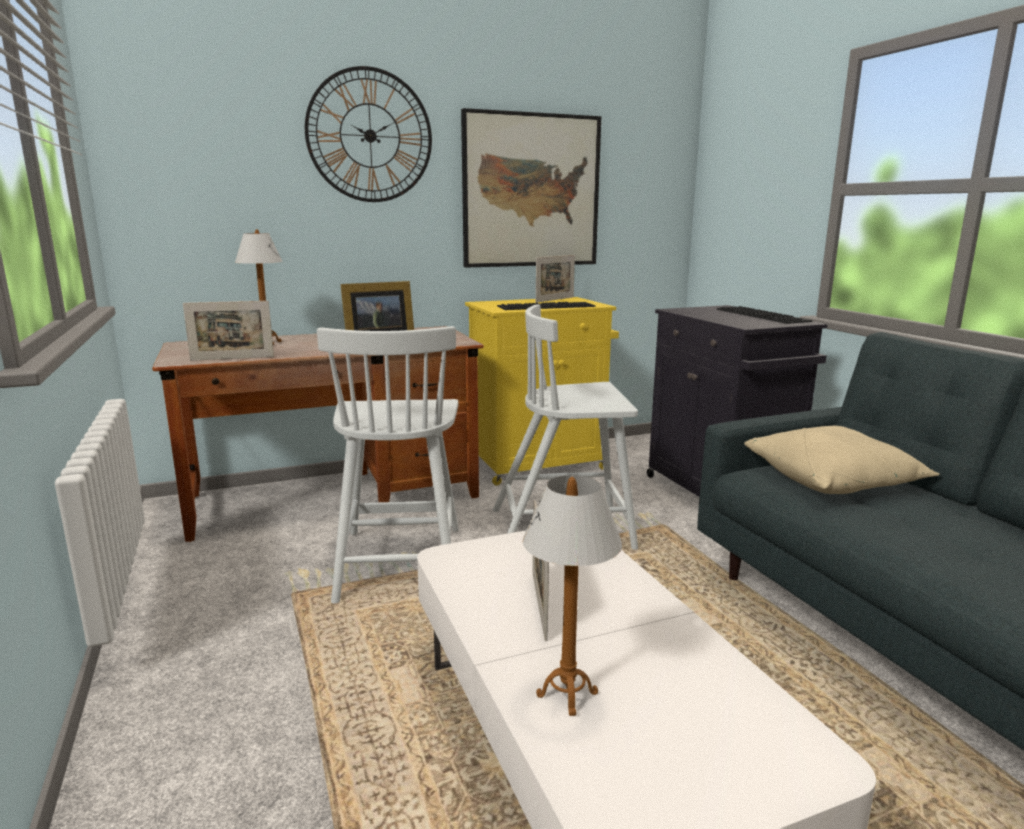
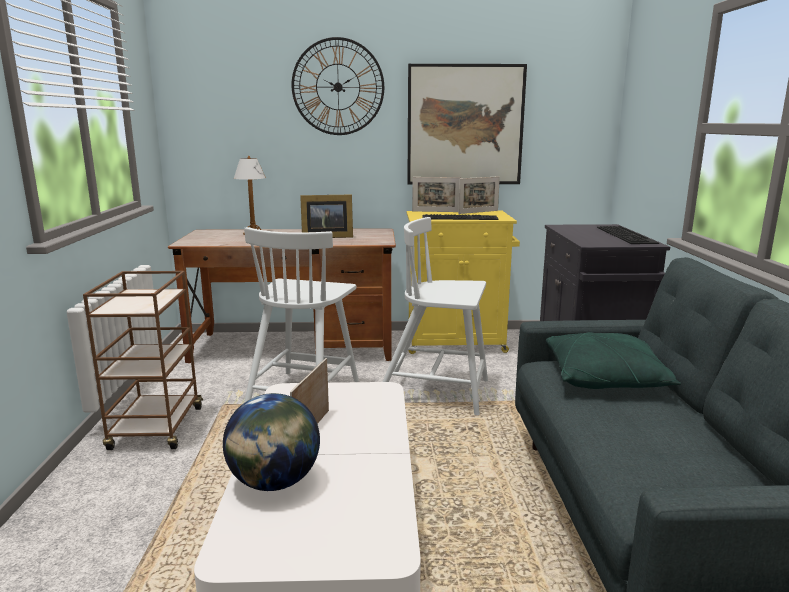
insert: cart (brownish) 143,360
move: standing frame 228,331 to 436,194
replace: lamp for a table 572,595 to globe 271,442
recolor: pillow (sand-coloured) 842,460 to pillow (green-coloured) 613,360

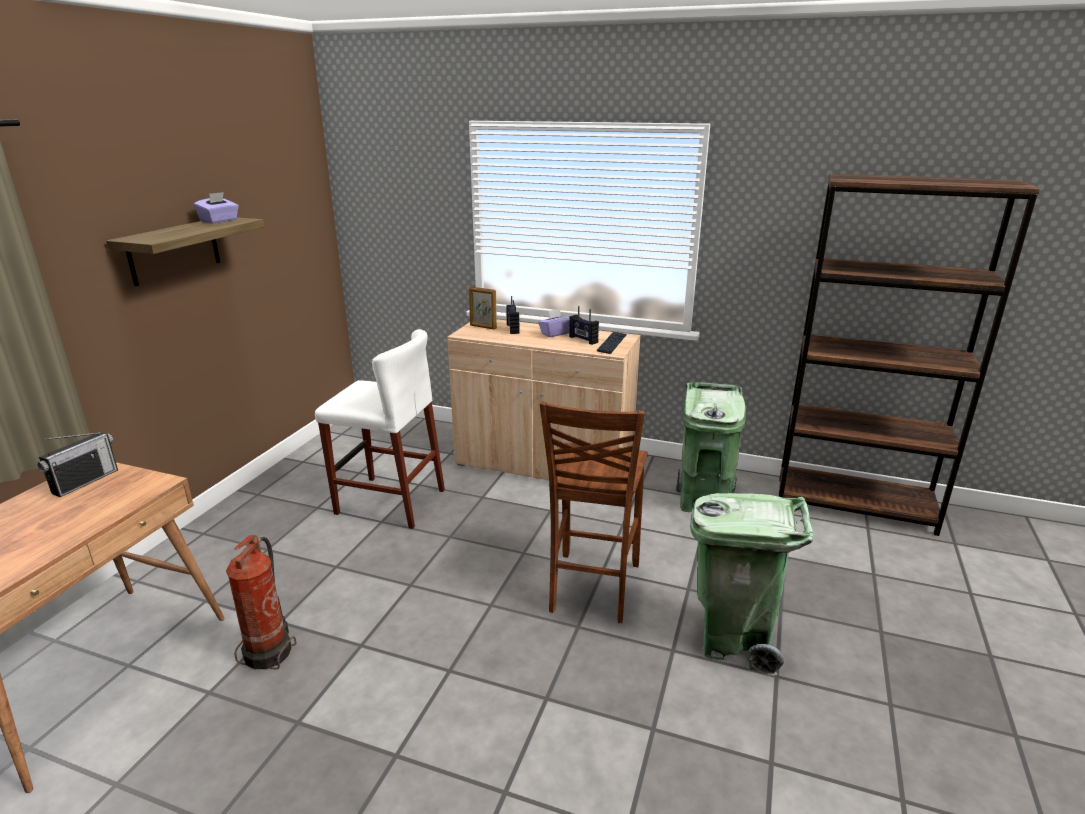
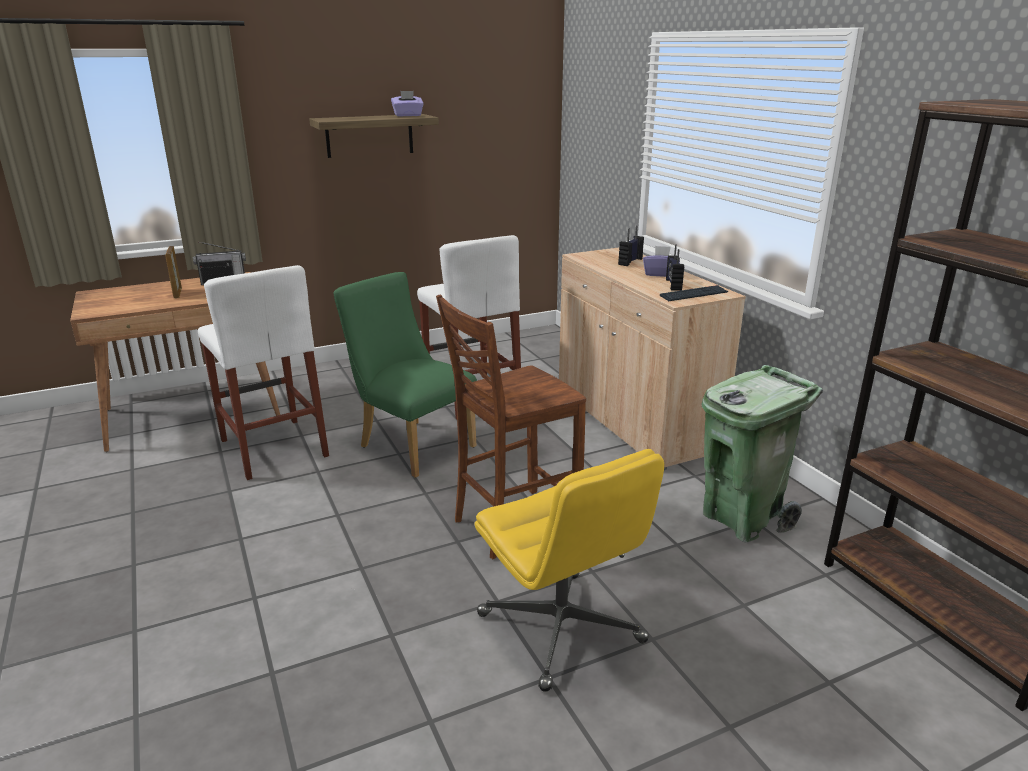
insert: plain chair (green-coloured) 405,375
move: standing frame 483,308 to 173,272
replace: extinguisher 261,602 to stool seat (white) 263,372; waste bin (green-coloured) 751,584 to computer chair (yellow) 569,570

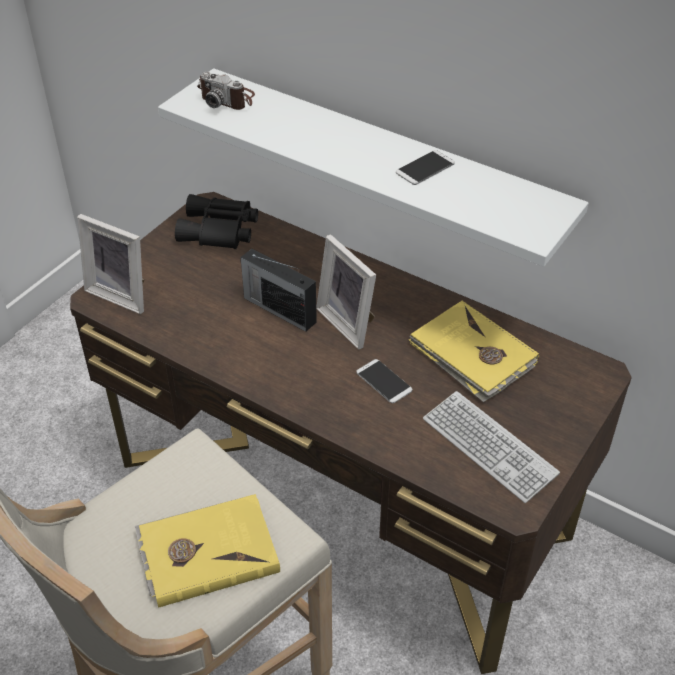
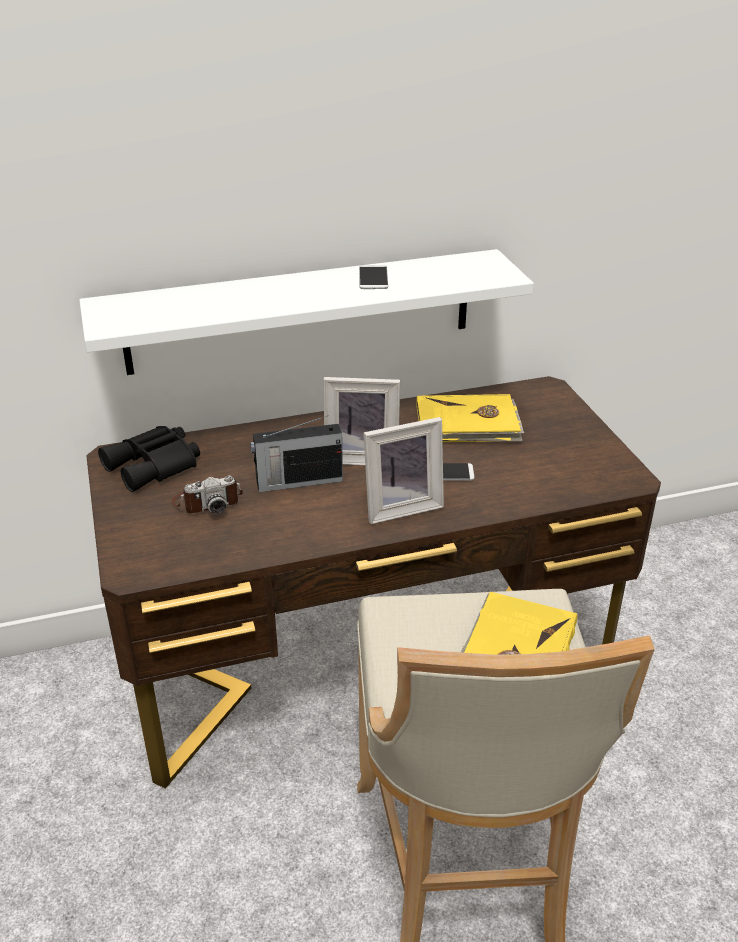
delete: computer keyboard 491,447
move: photo camera 226,91 to 207,495; standing frame 110,264 to 403,470

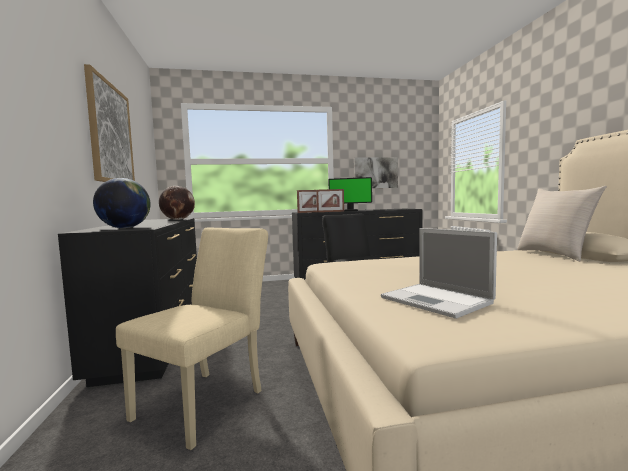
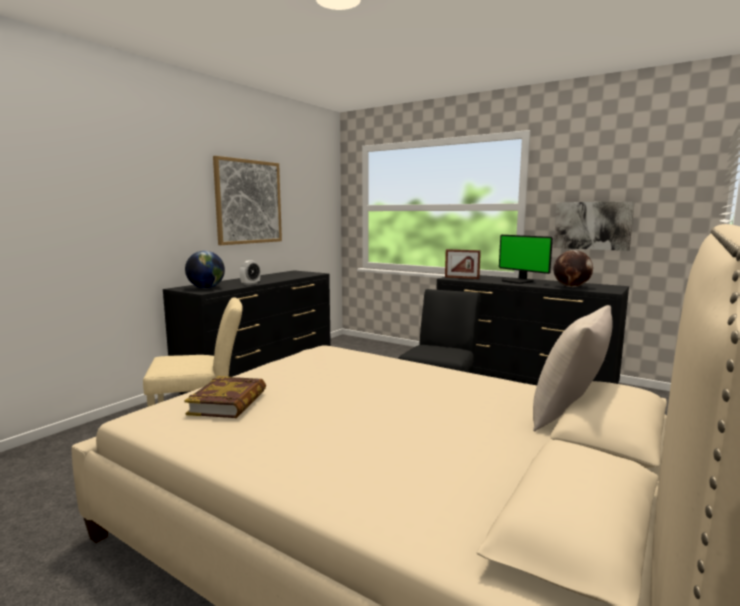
delete: standing frame 330,200
insert: alarm clock 250,272
move: globe 177,203 to 573,268
replace: laptop 439,273 to book 225,397

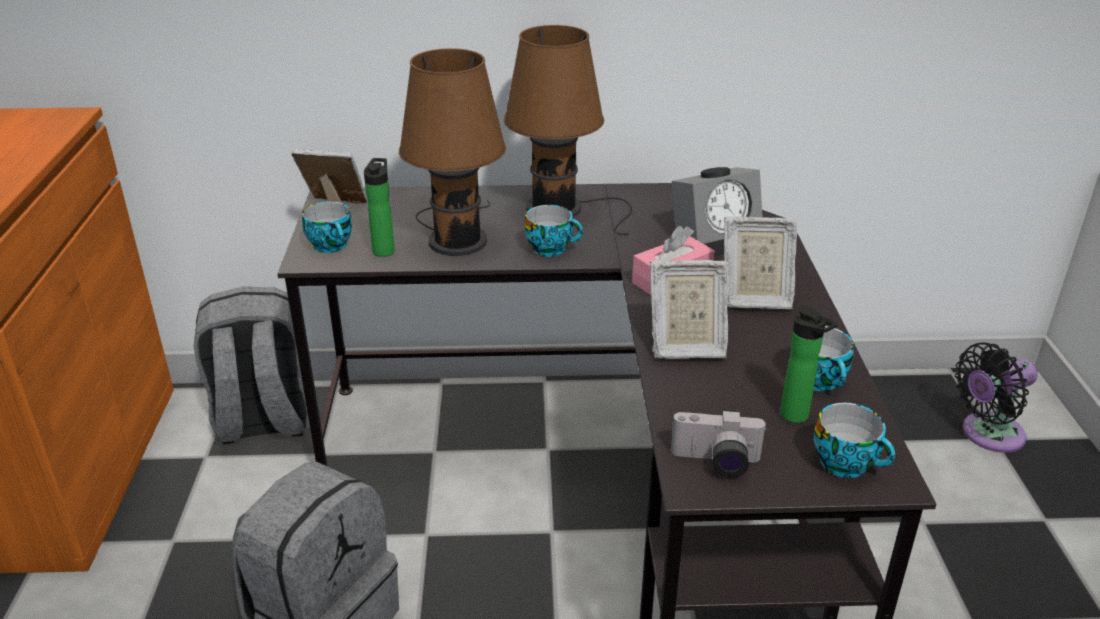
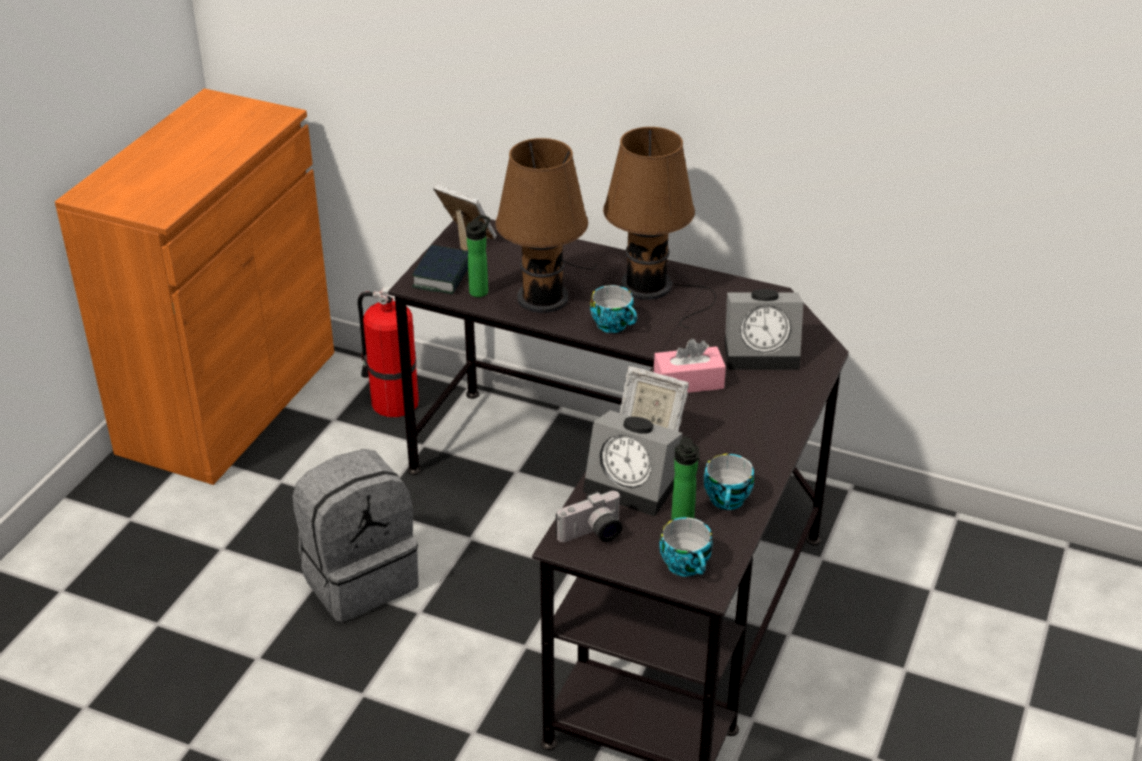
delete: standing frame 760,262; fan (blackish) 996,398
insert: alarm clock 633,463
replace: backpack (greyish) 252,365 to extinguisher 388,352; cup 327,227 to book 440,269
rotate: photo camera 719,443 = 589,516 60 degrees counterclockwise

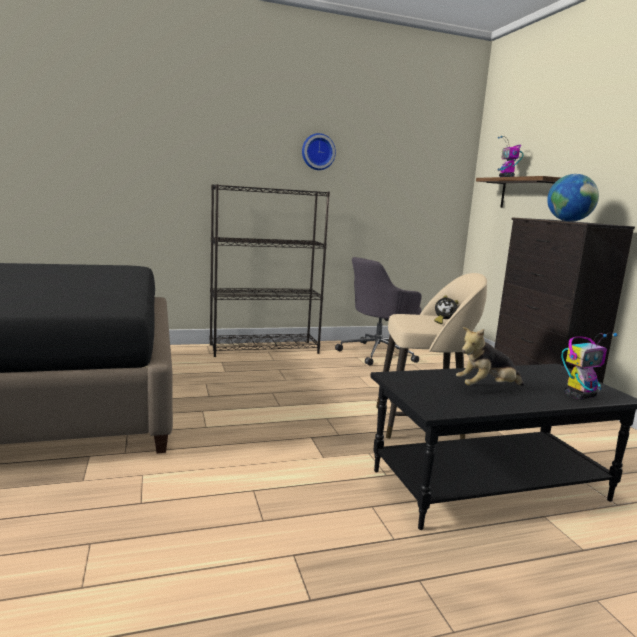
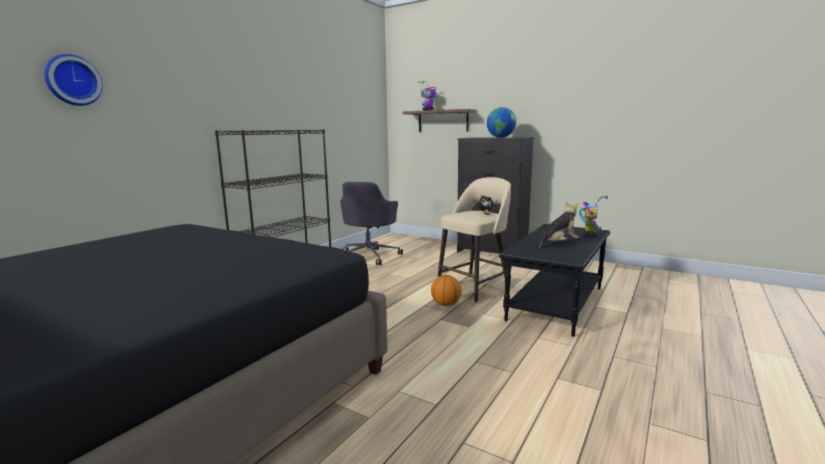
insert: basketball 446,290
move: hanging clock 319,151 to 73,80
rotate: plush toy 490,356 = 559,225 150 degrees counterclockwise

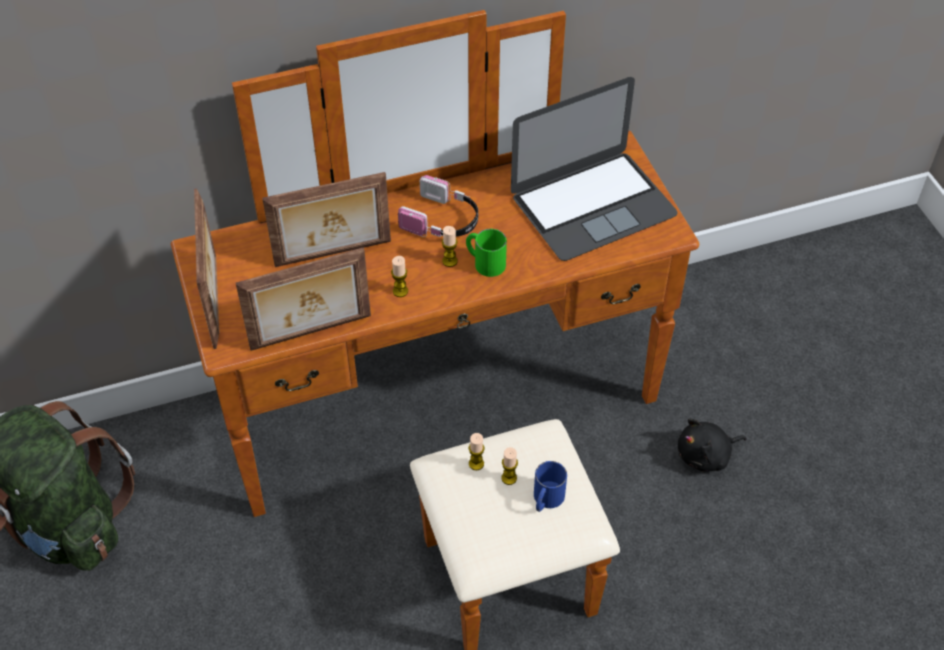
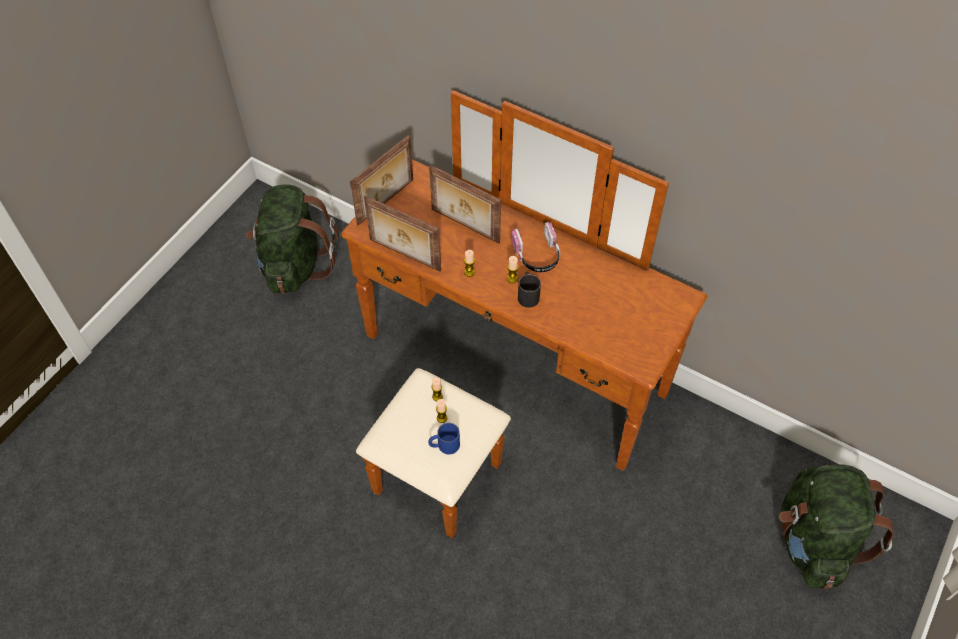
delete: laptop 594,169; plush toy (blackish) 712,445
insert: backpack (green-coloured) 836,526
recolor: tea mug (green-coloured) 486,253 to tea mug (blackish) 529,290

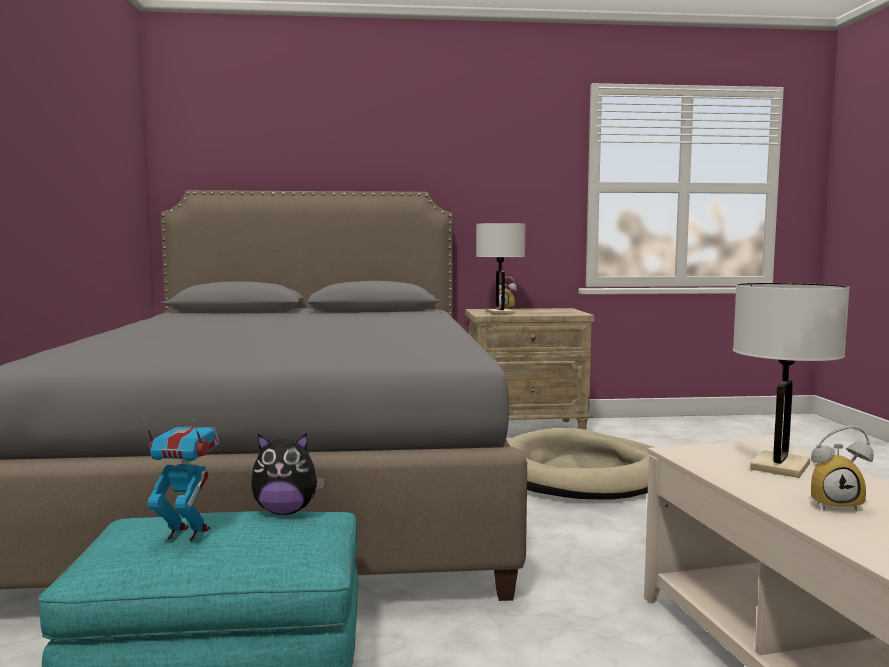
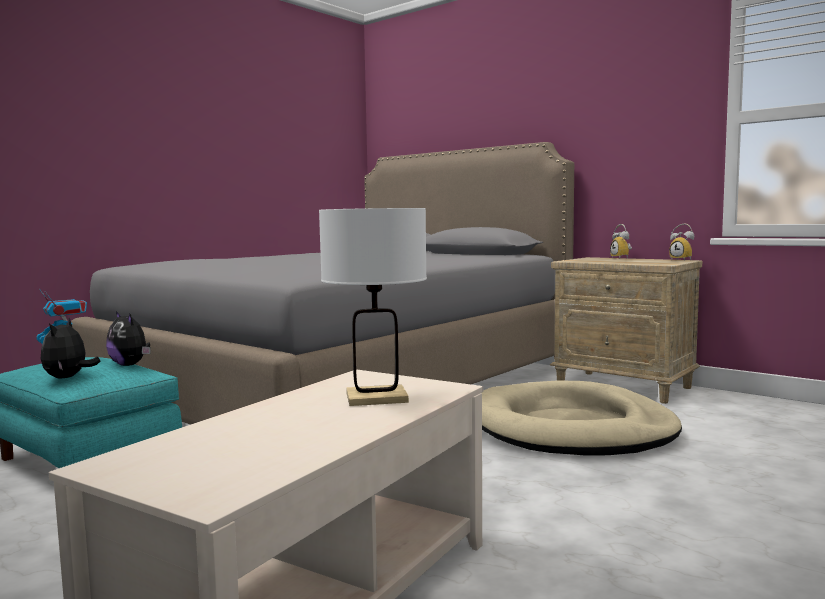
delete: lamp for a table (white) 500,268
insert: plush toy 70,348
move: alarm clock 842,468 to 681,242

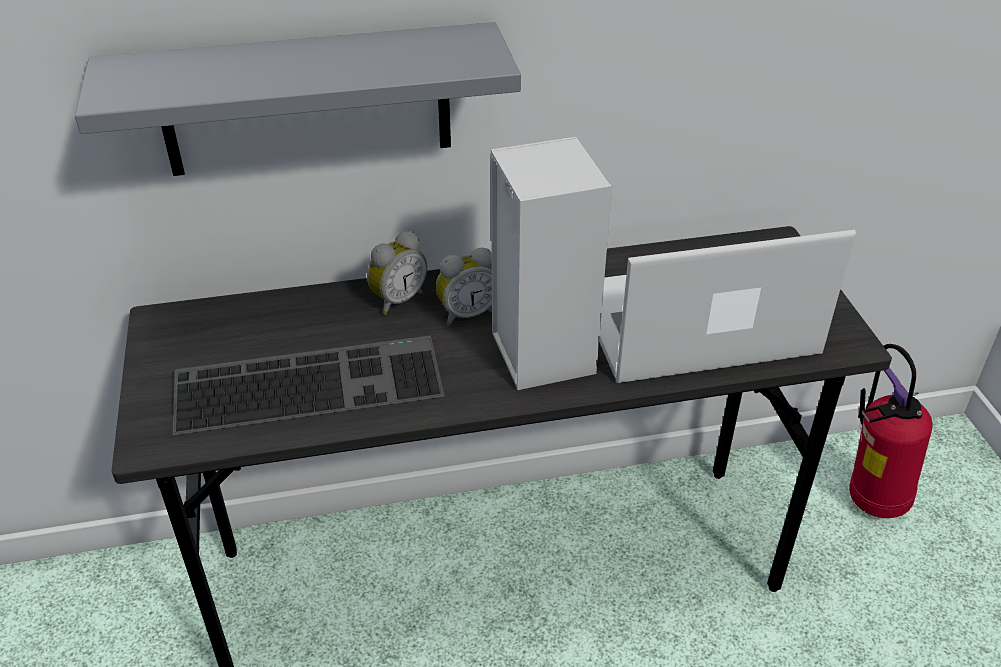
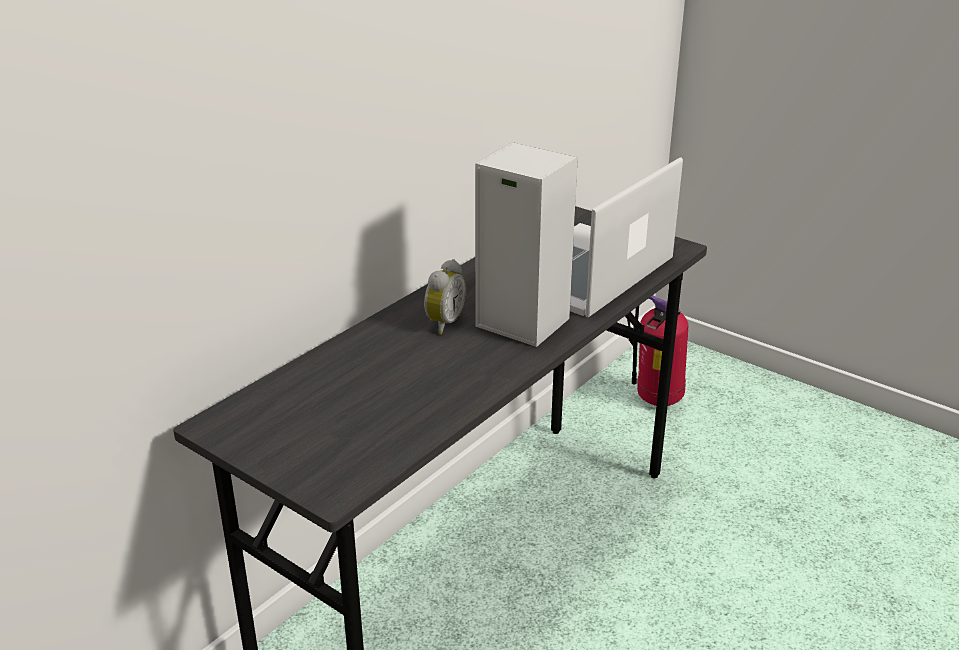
delete: bracket shelf (greyish) 298,99; computer keyboard 308,385; alarm clock 397,273

